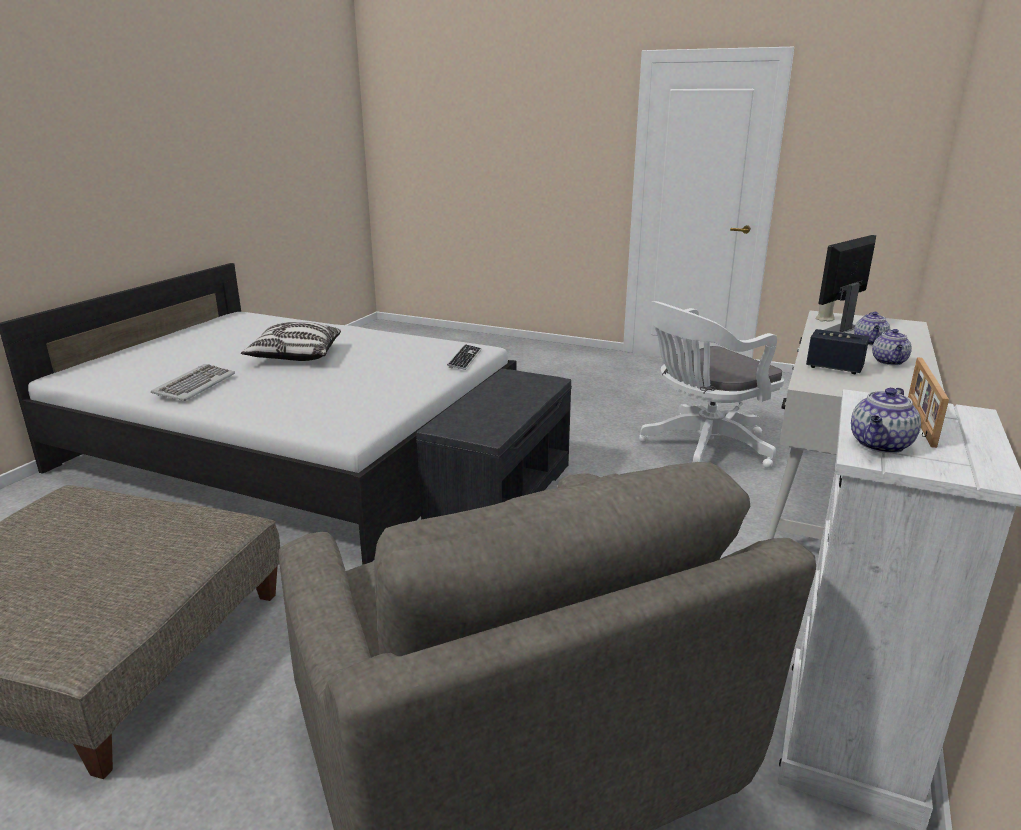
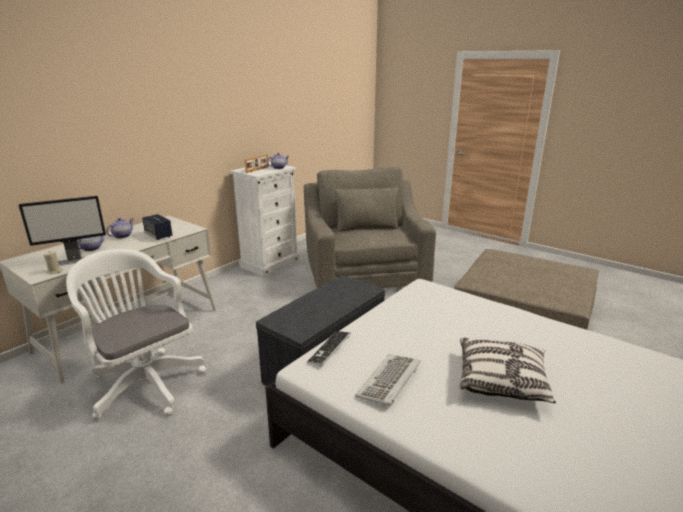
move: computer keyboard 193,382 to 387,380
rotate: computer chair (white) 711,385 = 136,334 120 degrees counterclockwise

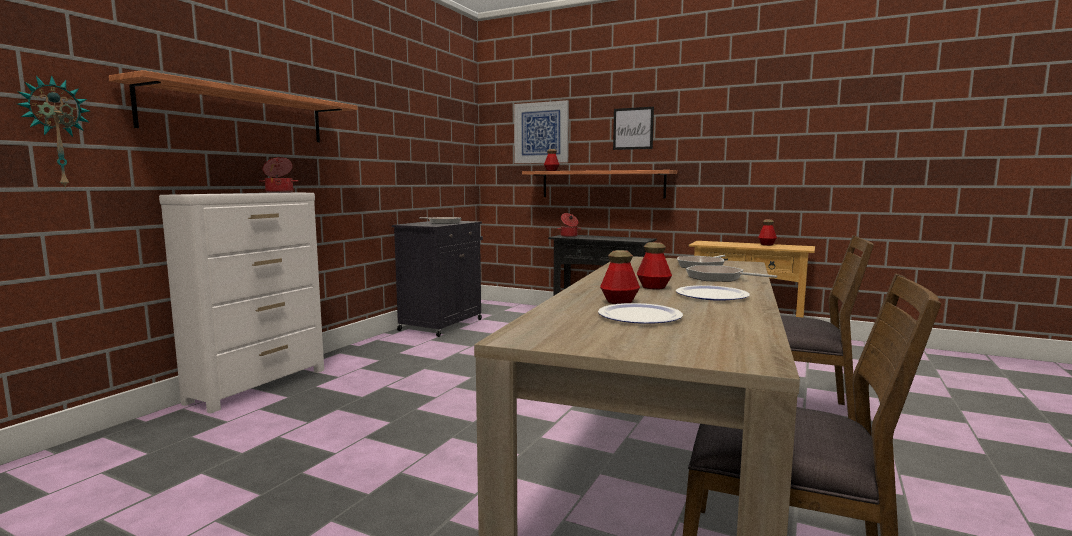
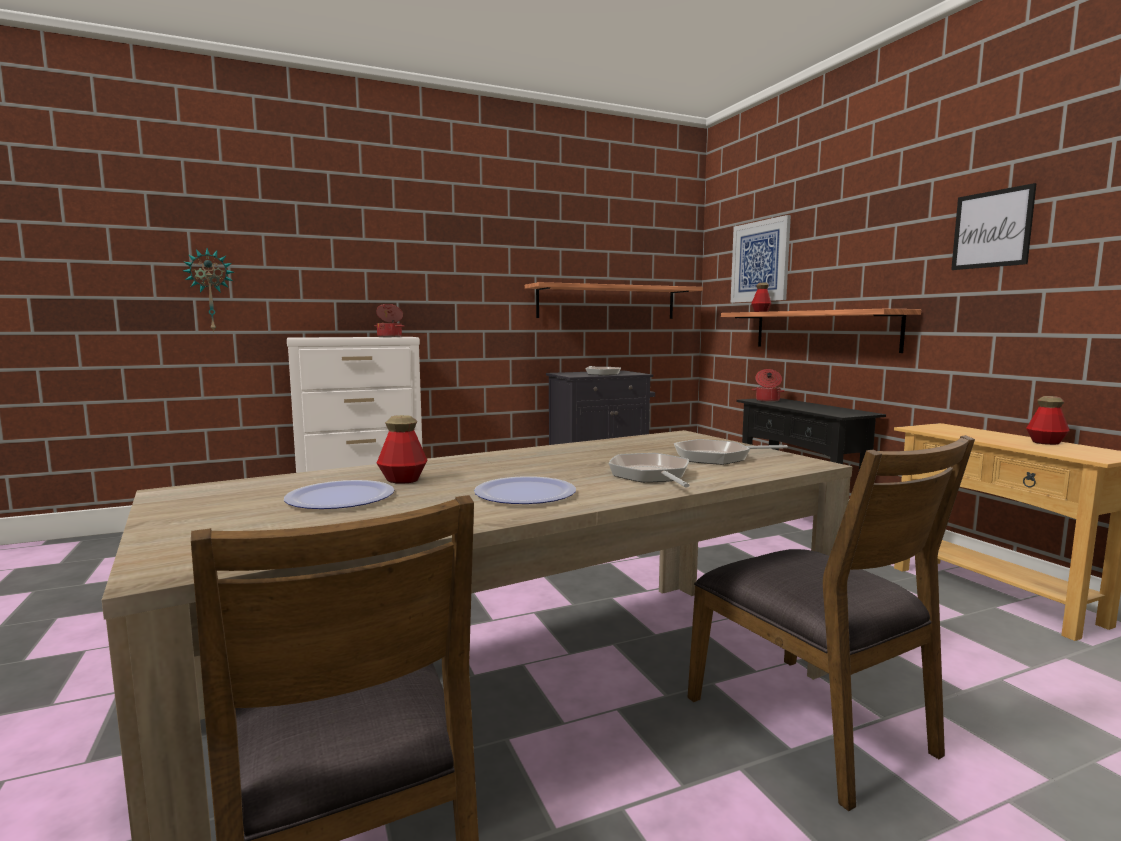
delete: drink bottle 654,265
move: bracket shelf 233,106 to 614,300; wall art 633,128 to 994,226

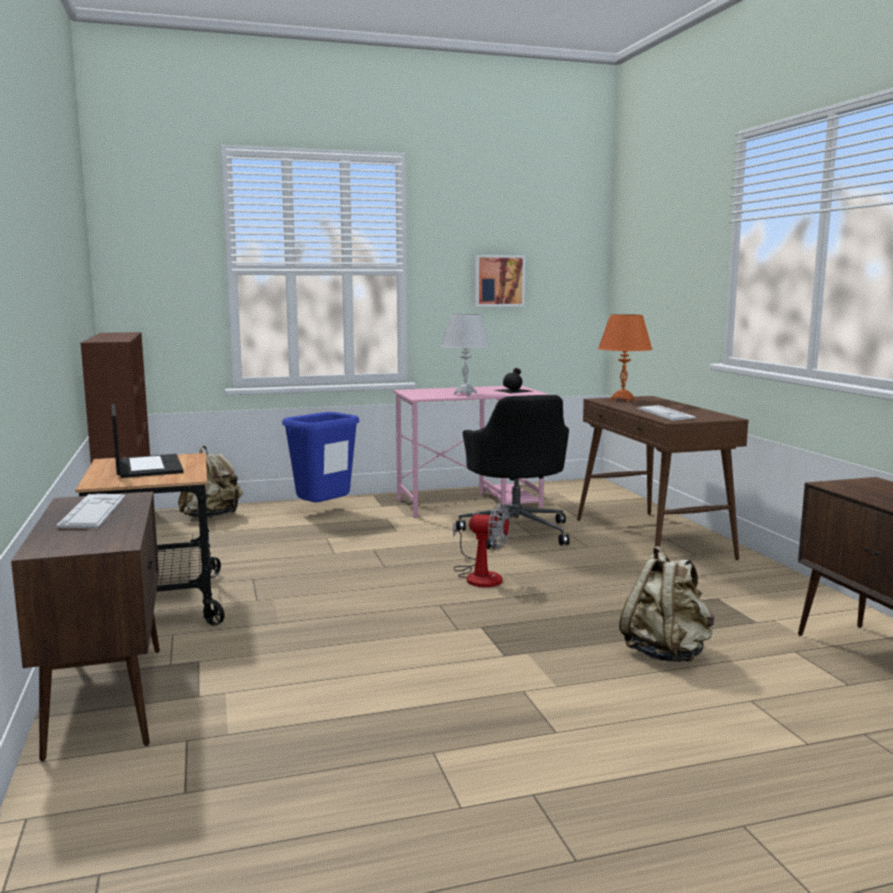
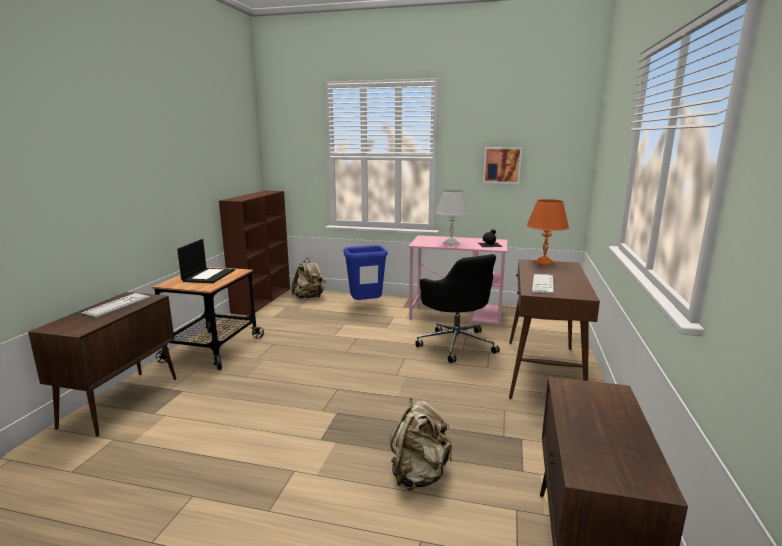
delete: fan 481,545
rotate: computer chair (blackish) 513,472 = 457,308 45 degrees counterclockwise

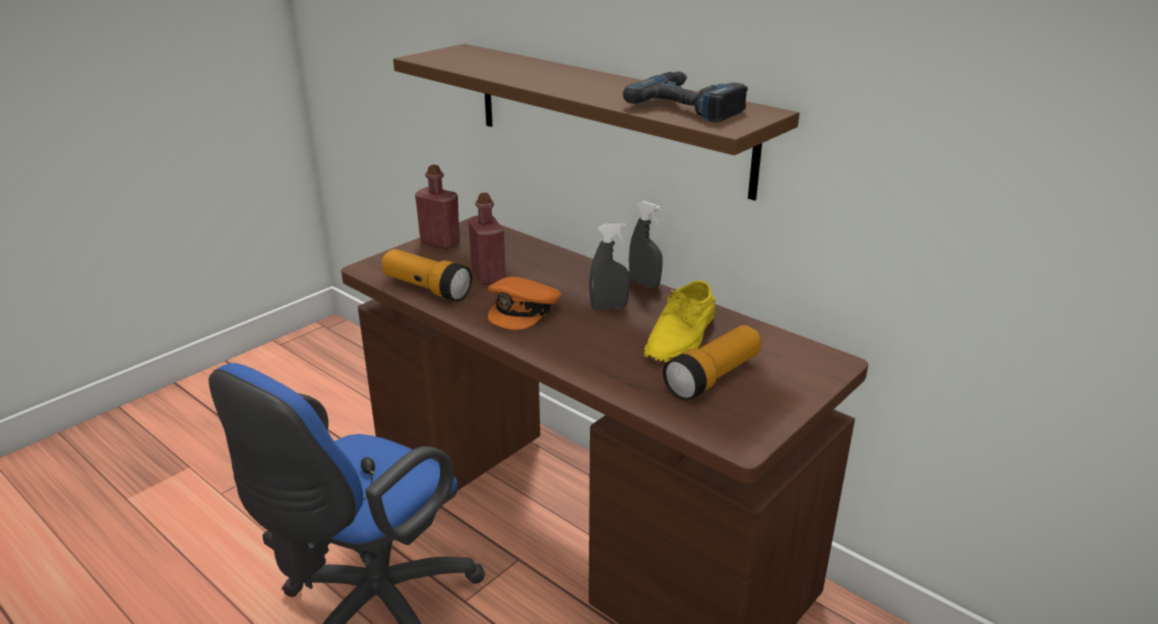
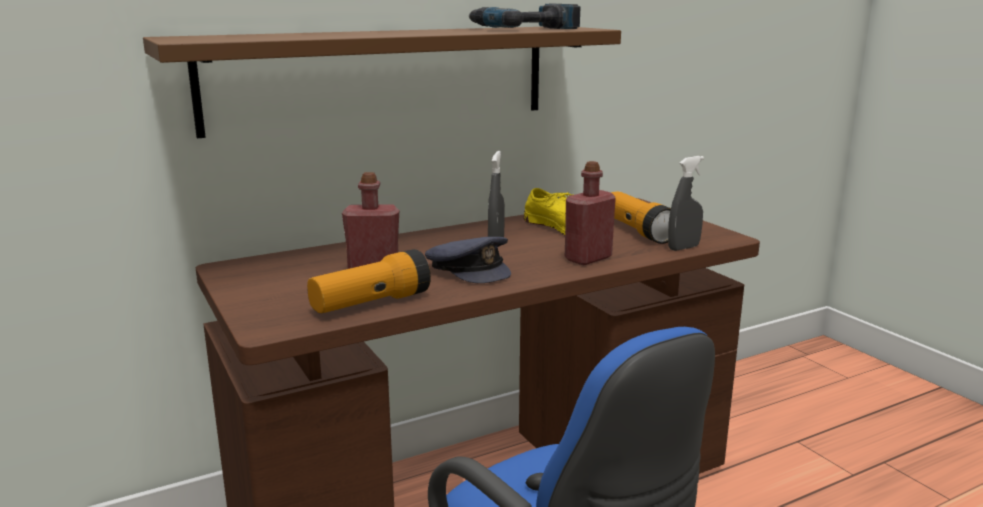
move: drink bottle (red-coloured) 437,207 to 590,213; spray bottle (greyish) 645,244 to 686,203
recolor: baseball cap (orange-coloured) 525,303 to baseball cap (greyish) 468,260

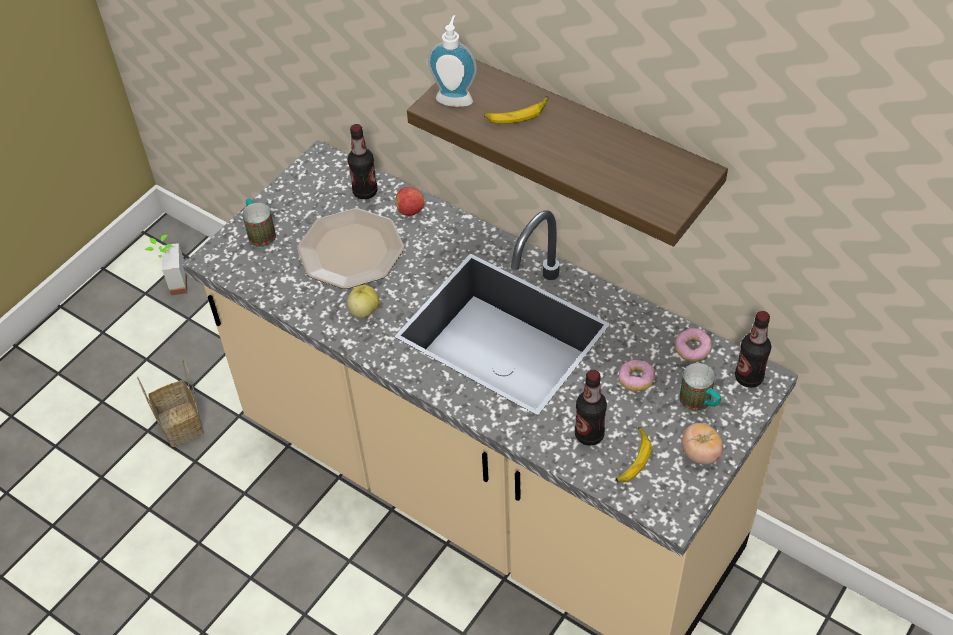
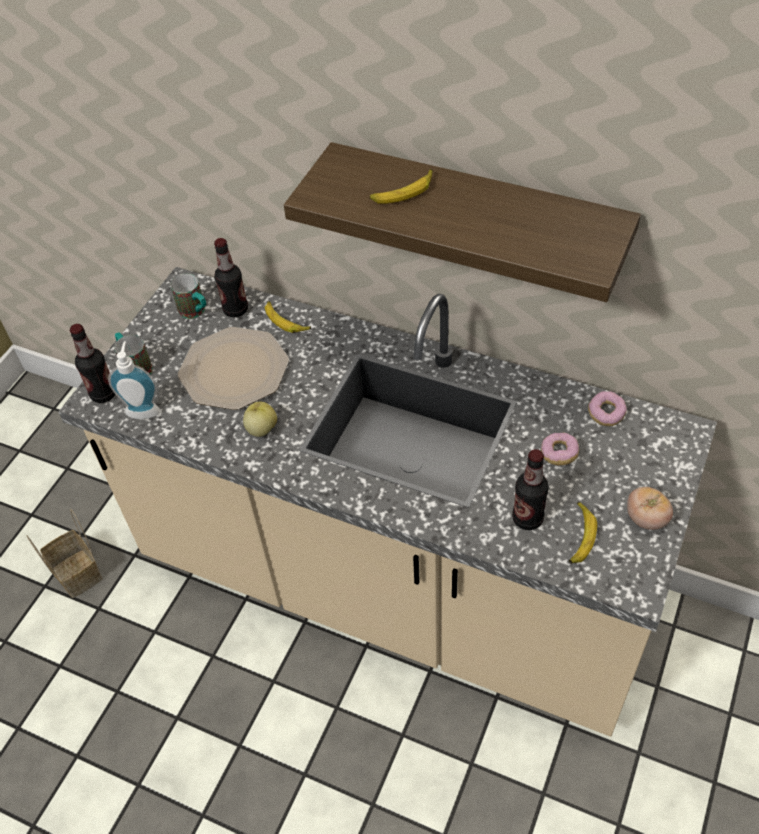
delete: plant in a pot 166,265
move: drink bottle 753,349 to 92,363; soap bottle 452,61 to 134,380; tea mug 700,387 to 188,296
replace: apple fruit 410,201 to whole banana 288,317

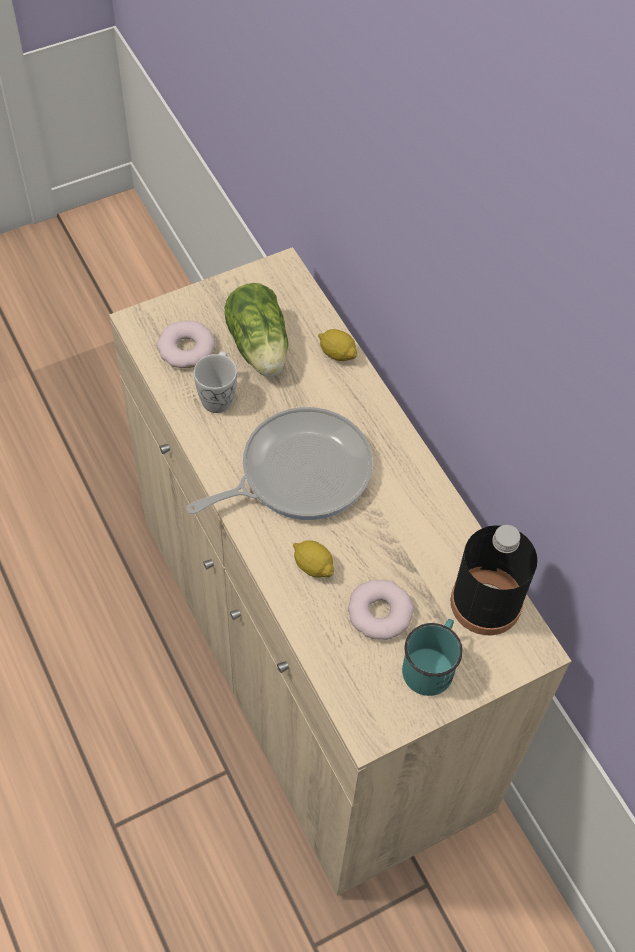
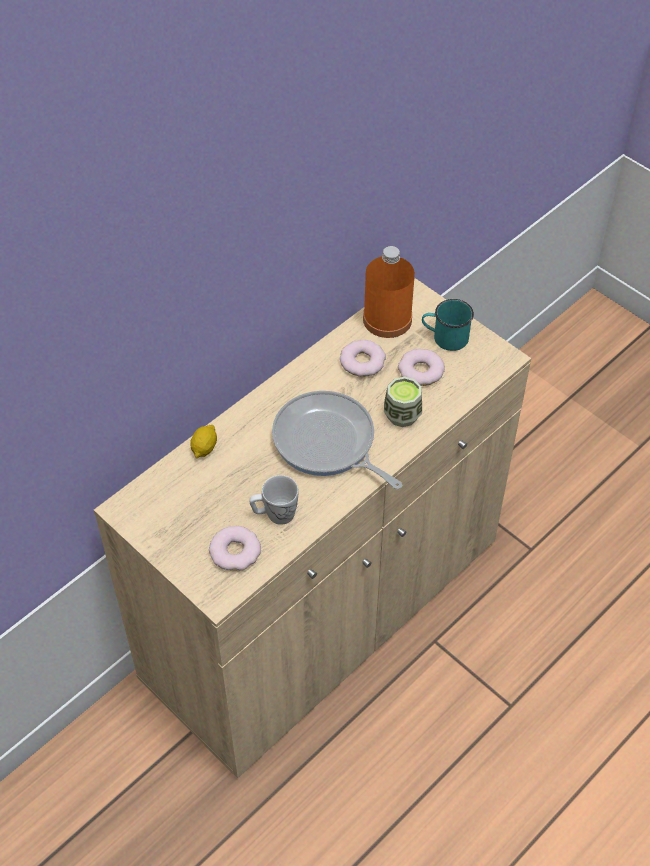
delete: head of lettuce 256,330
insert: ring doughnut 363,358
replace: lemon 313,559 to cup 403,401
recolor: drink bottle (blackish) 494,580 to drink bottle (orange-coloured) 389,292

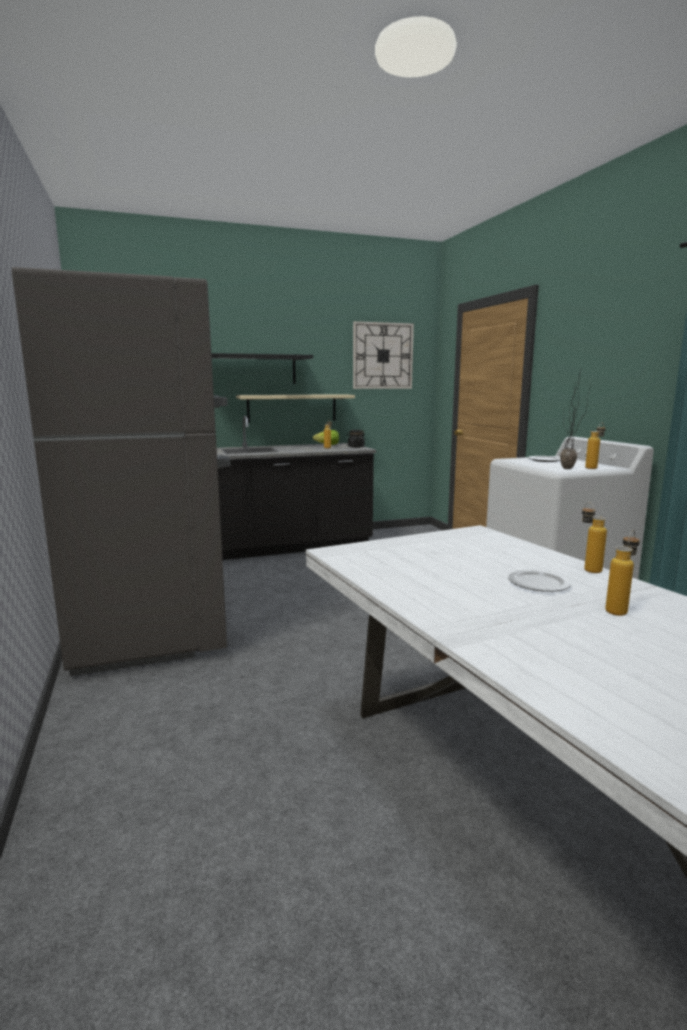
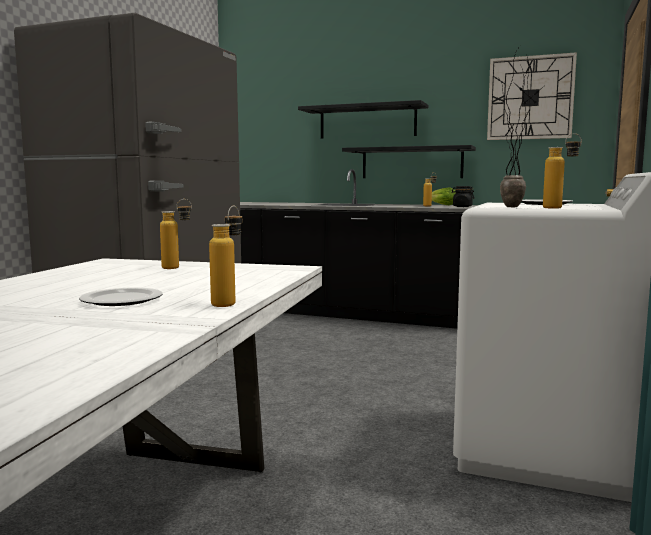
move: drink bottle 622,573 to 176,234
recolor: bracket shelf (sand-coloured) 295,408 to bracket shelf (blackish) 409,161

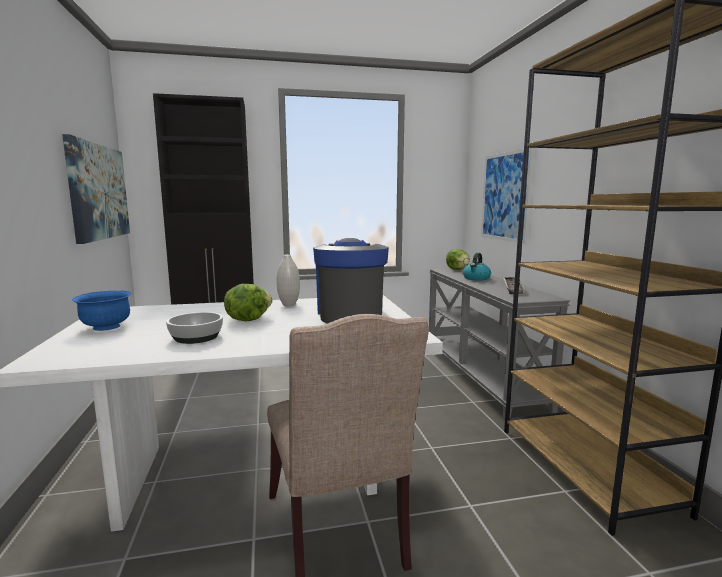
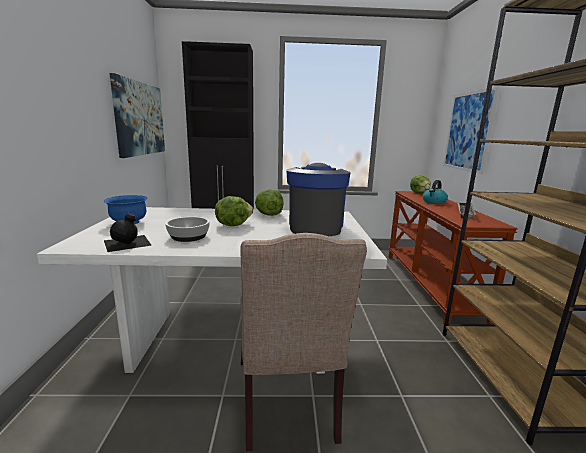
insert: drink bottle (blackish) 128,232
replace: flower vase (white) 288,280 to head of lettuce 269,202
recolor: hall table (greyish) 499,344 to hall table (brownish) 453,257

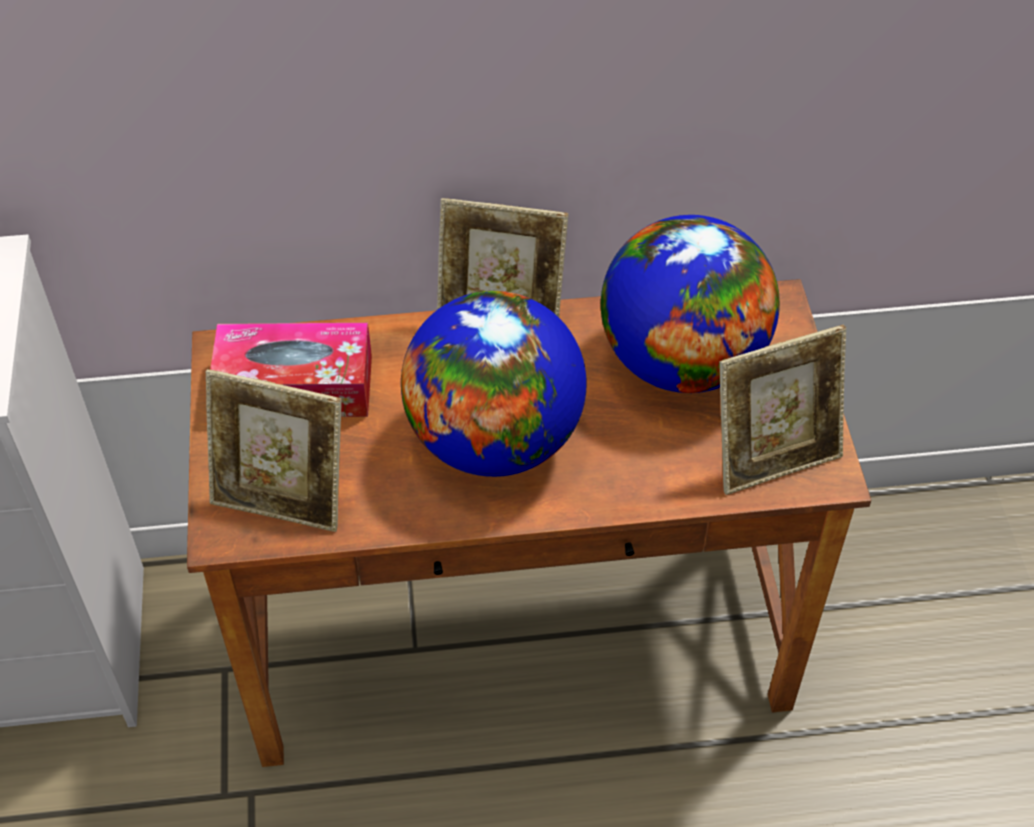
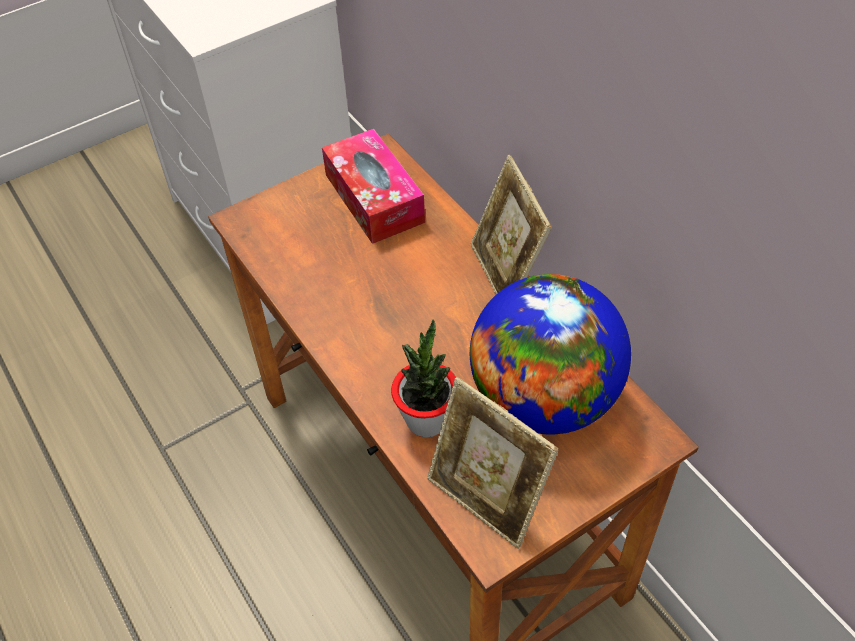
delete: standing frame 274,450; globe 494,384
insert: plant in a pot 423,378

